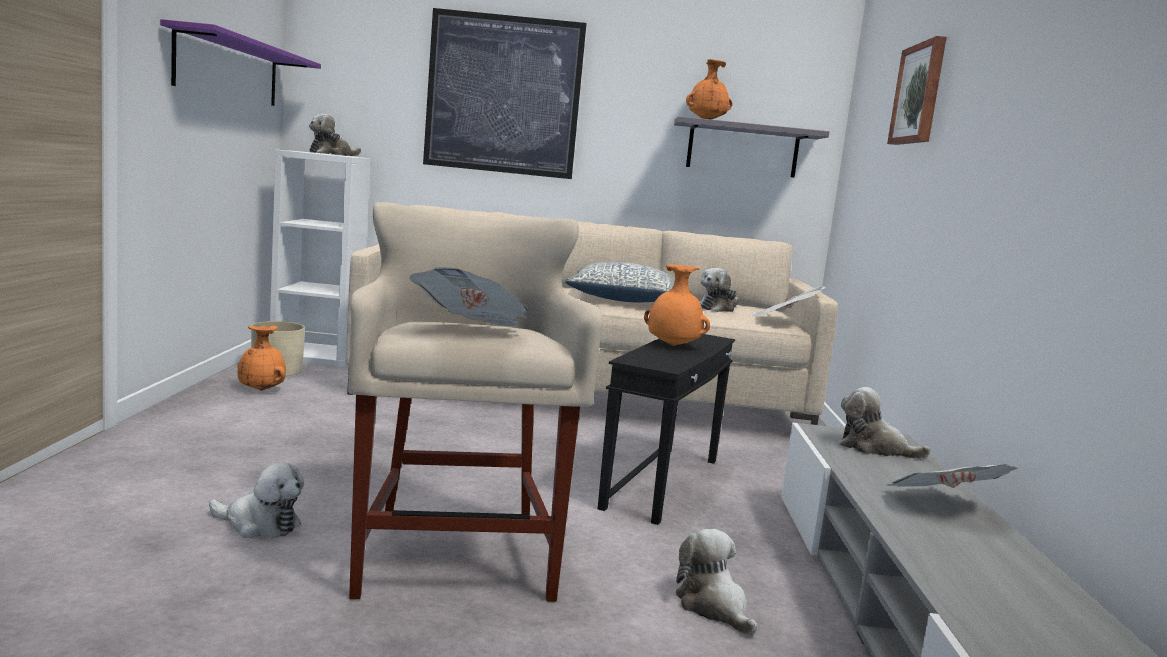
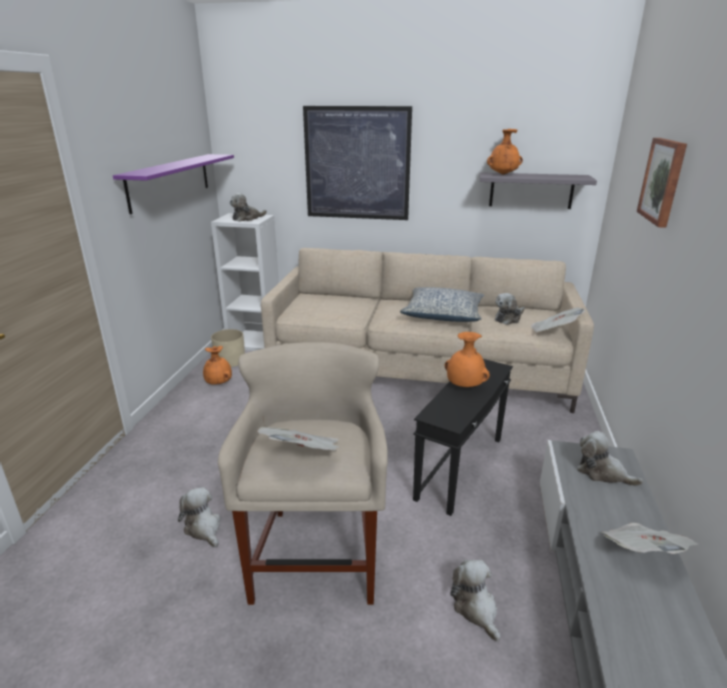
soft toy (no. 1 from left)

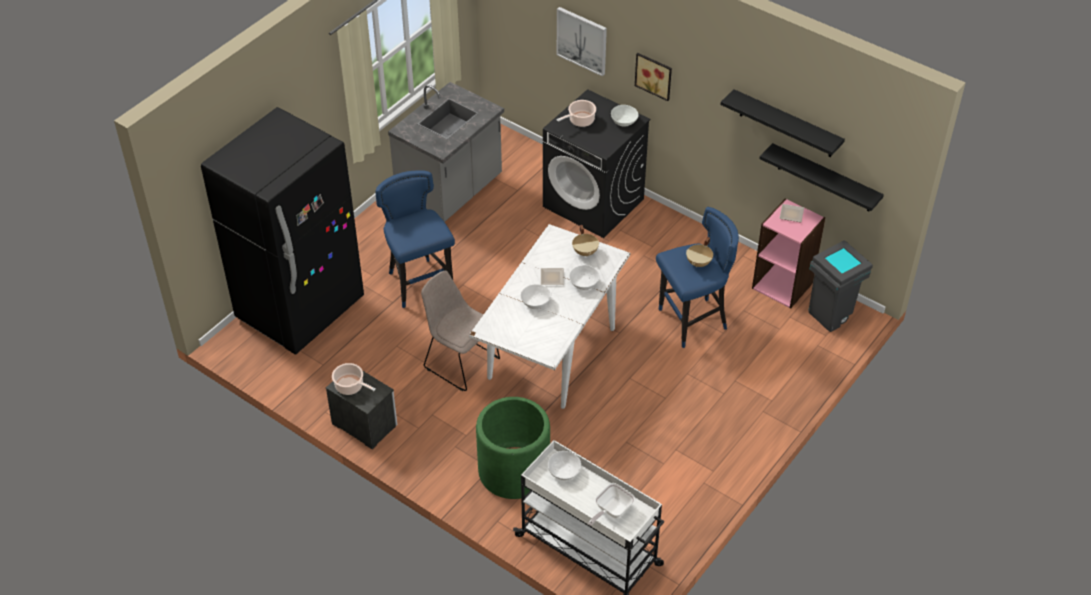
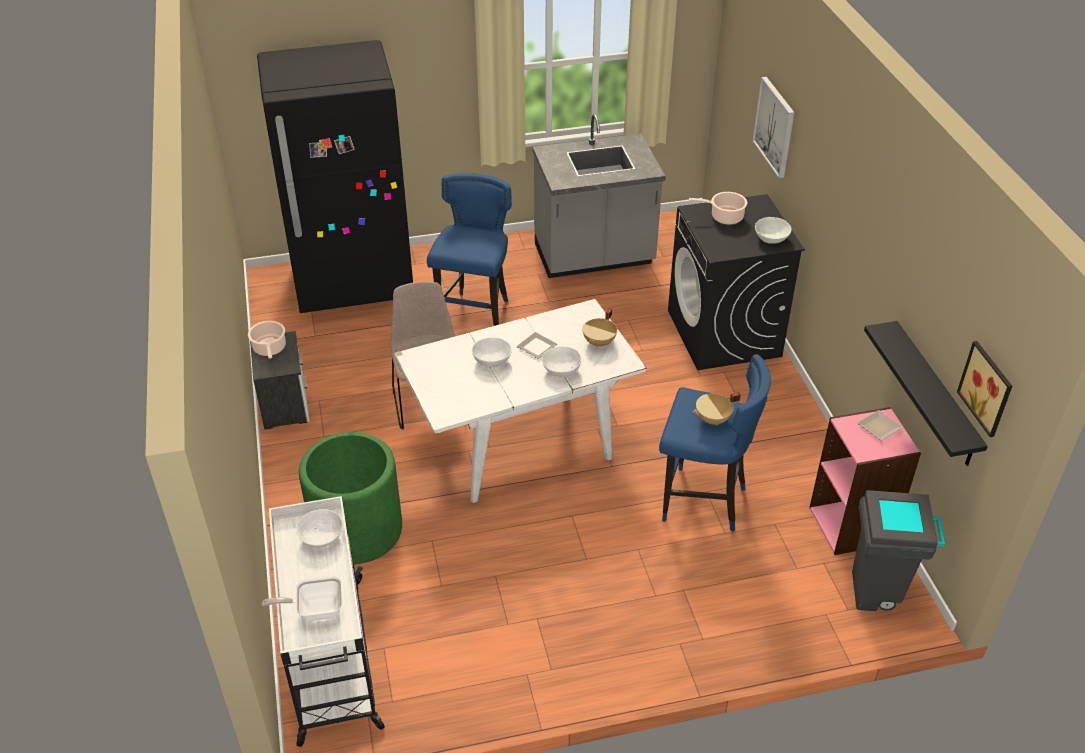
picture (no. 2 from left)
black wall shelf (no. 1 from left in the first image)

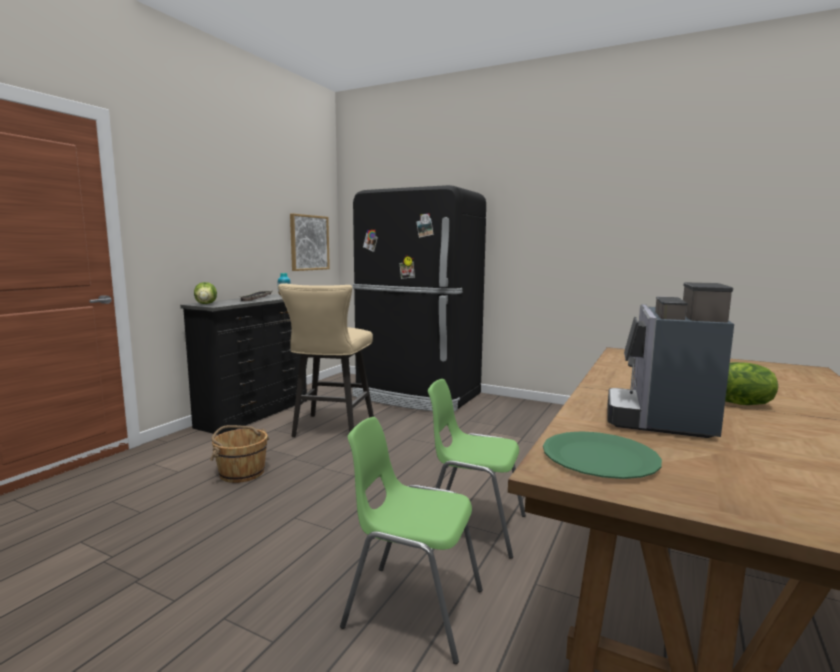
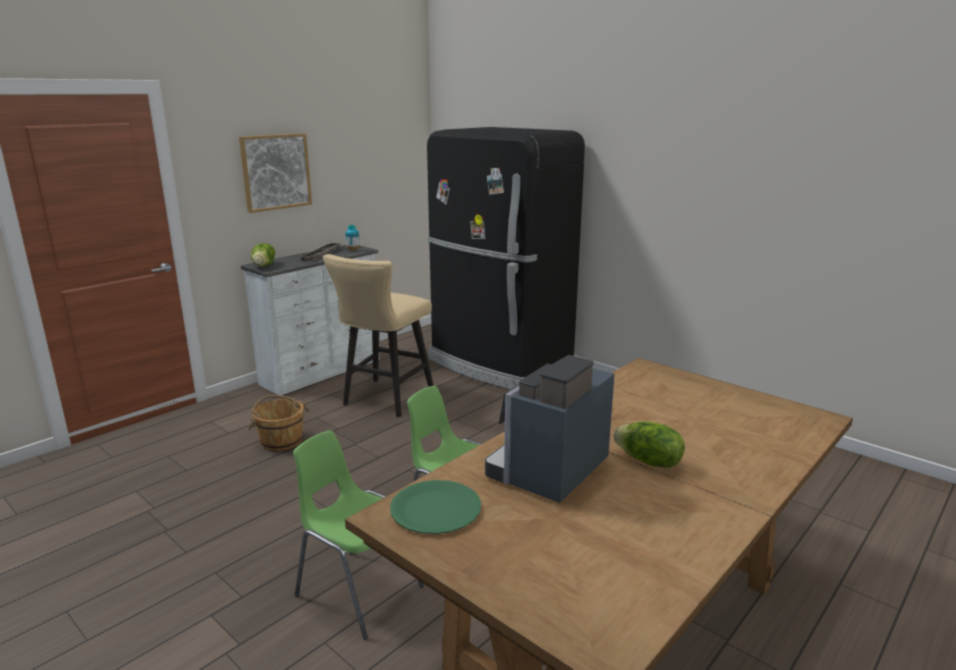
picture
white dresser

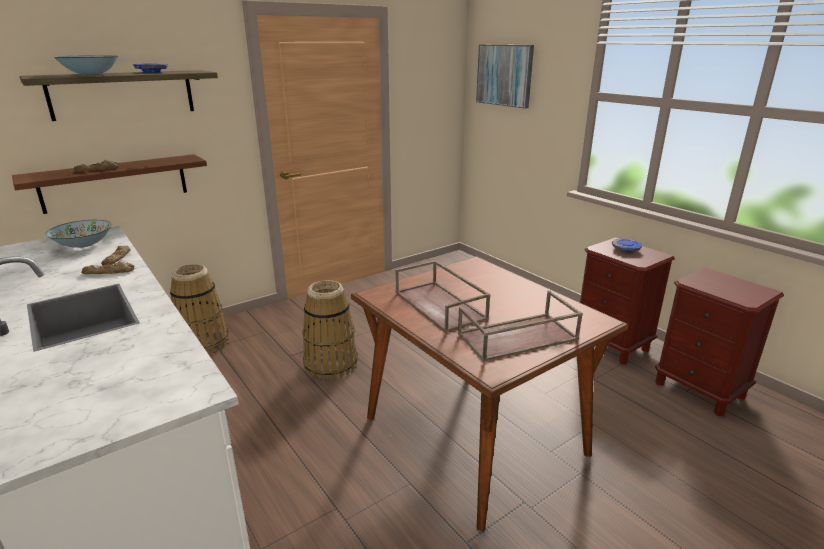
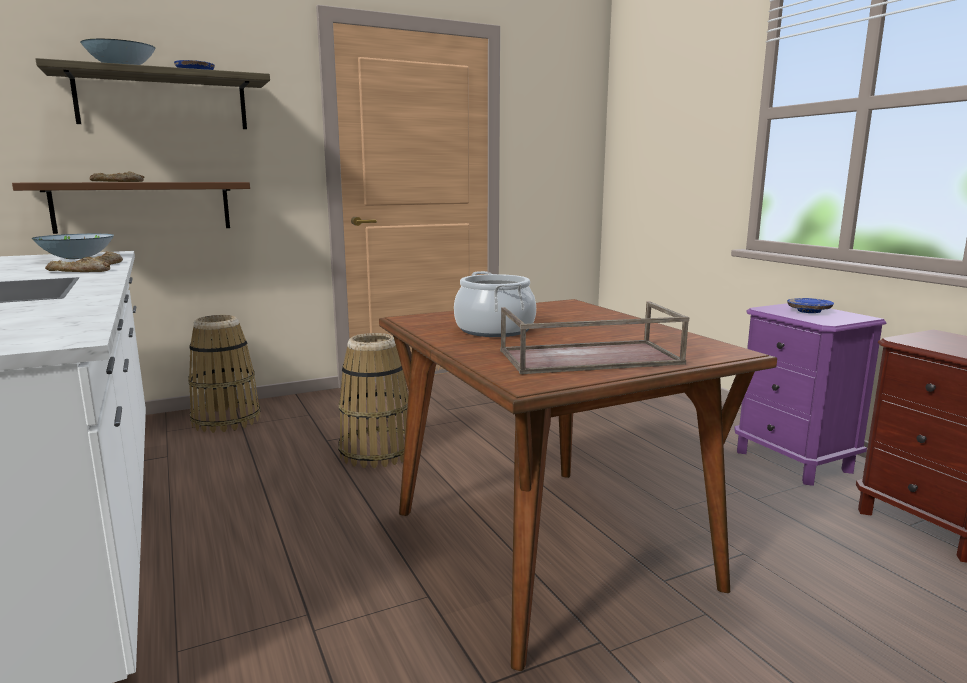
saucepot
purplish bedside table
picture

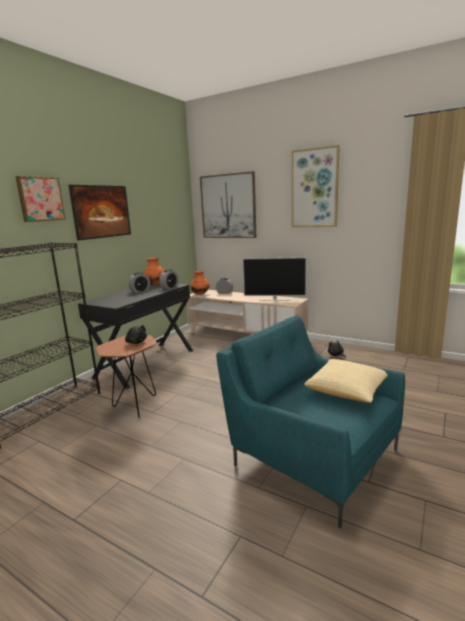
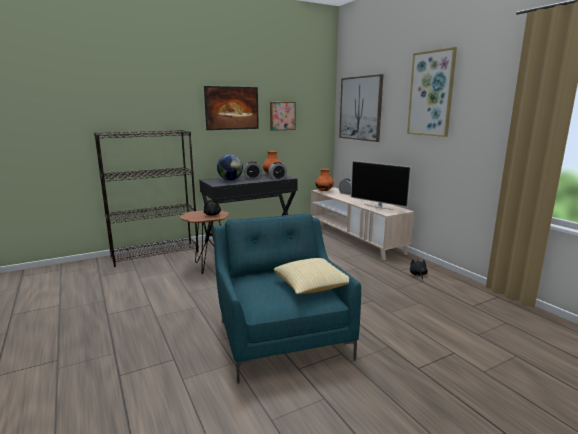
desk globe
picture (no. 2 from left)

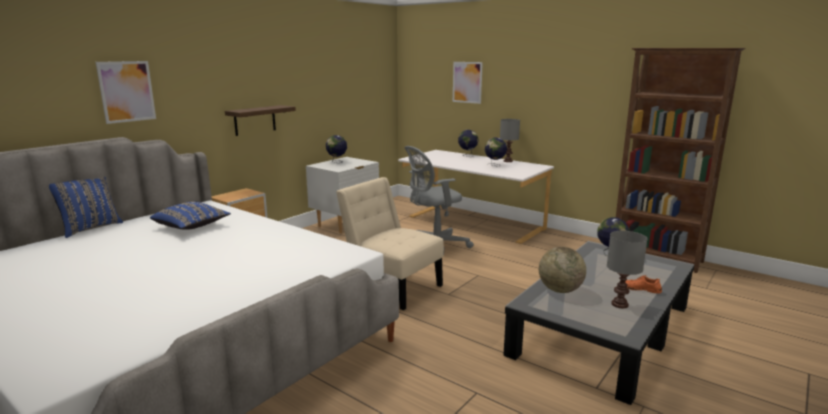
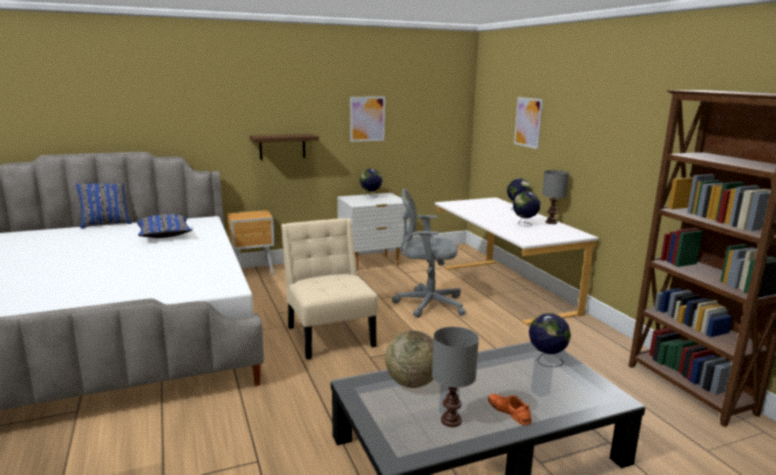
picture (no. 1 from left)

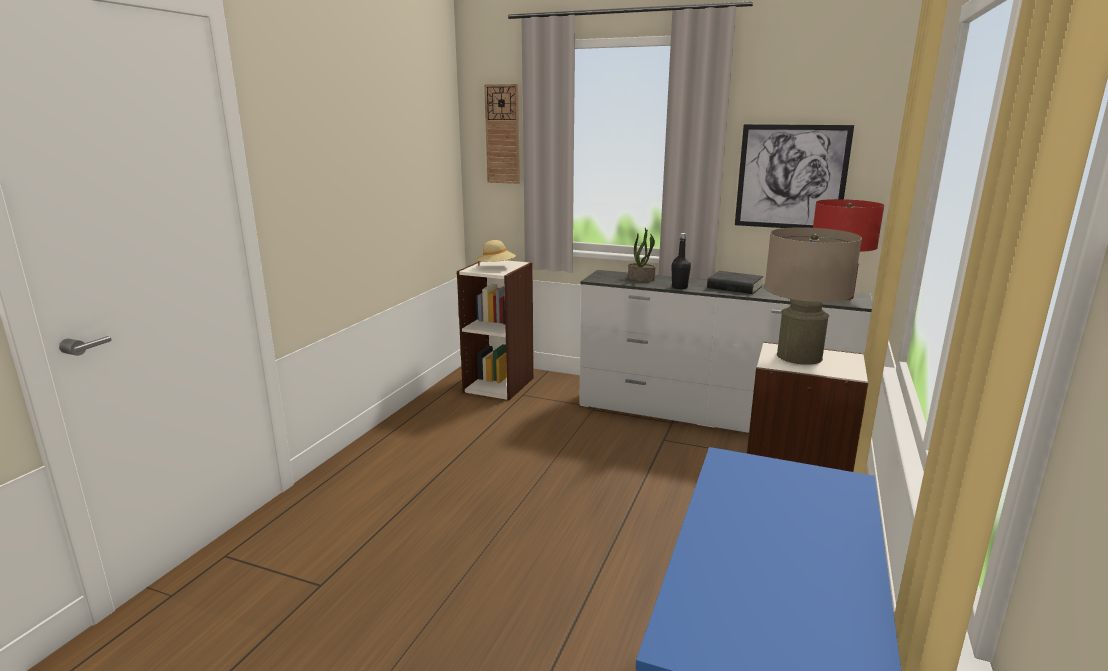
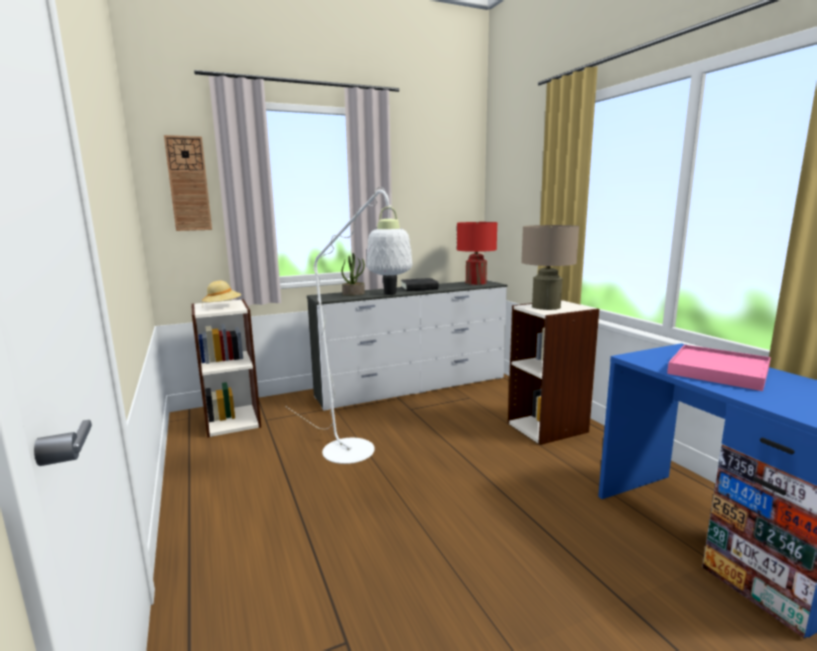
white standing lamp
pink-coloured carrying tray
picture

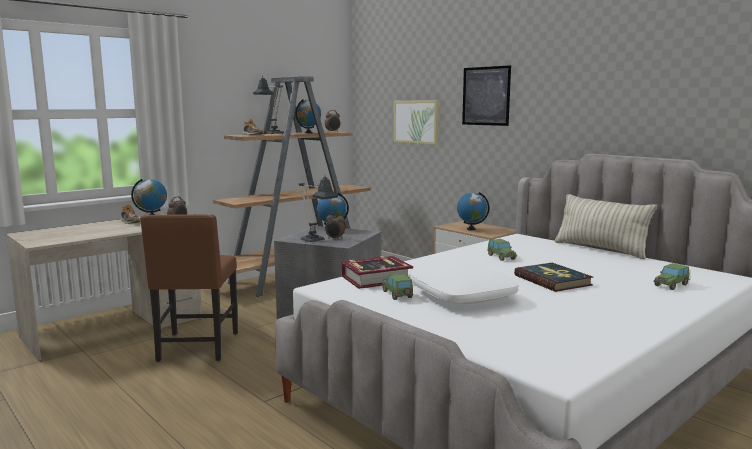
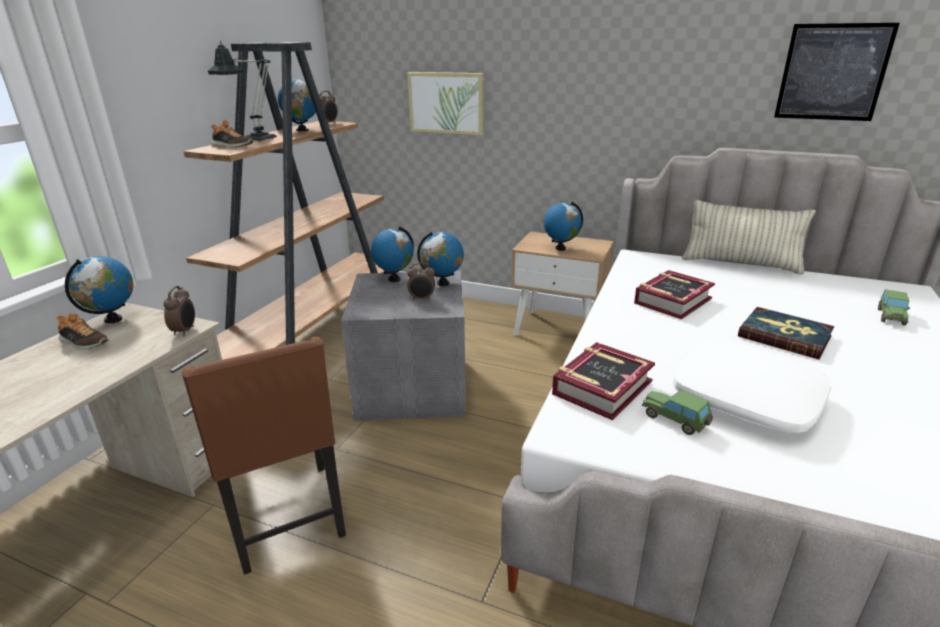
desk globe (no. 4 from left)
bound book (no. 2 from left)
picture (no. 2 from left)
lamp for a table (no. 2 from left in the first image)

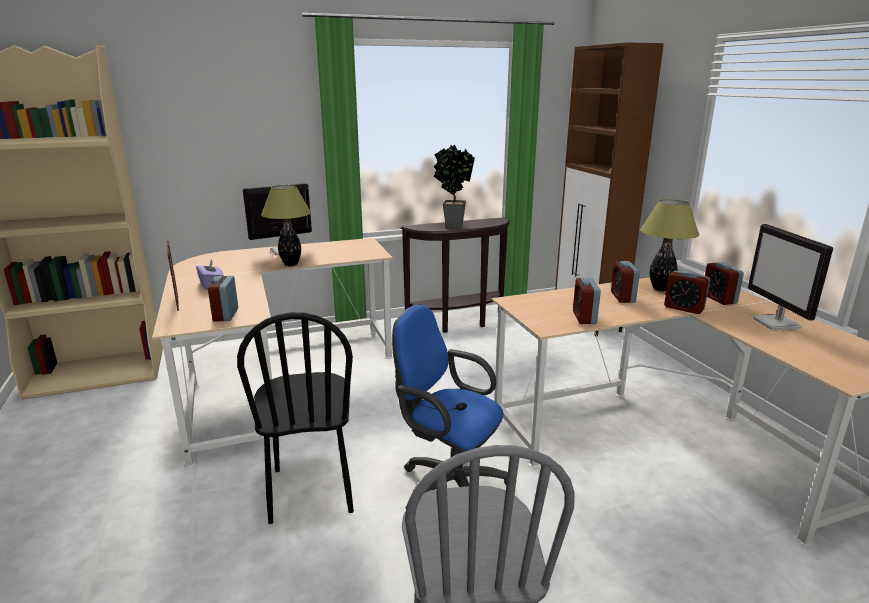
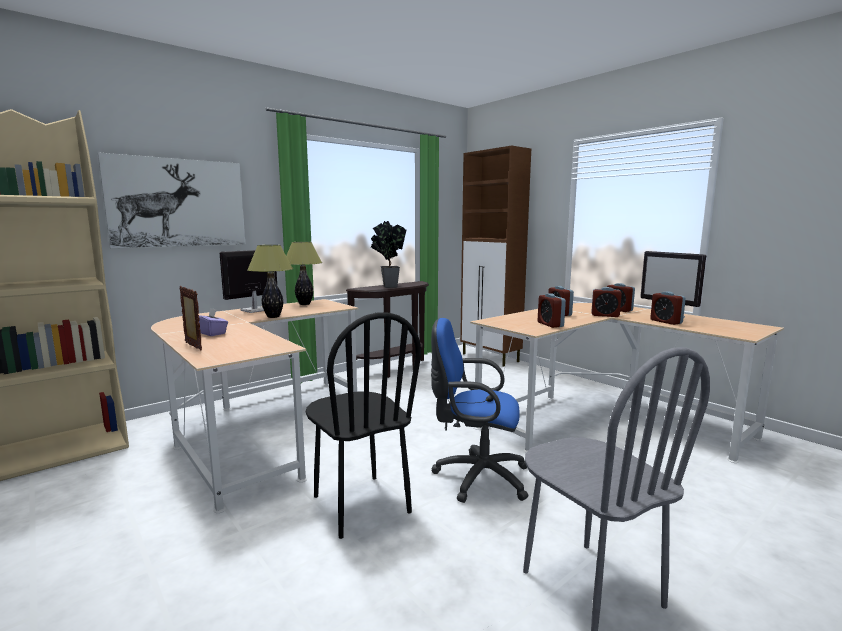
picture
lamp for a table (no. 2 from left)
table clock (no. 5 from left)

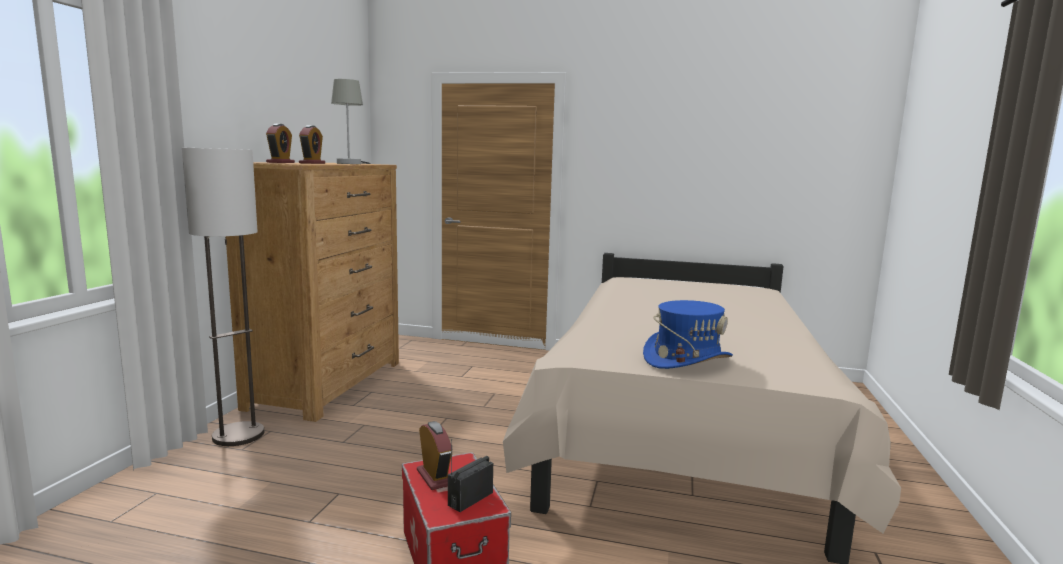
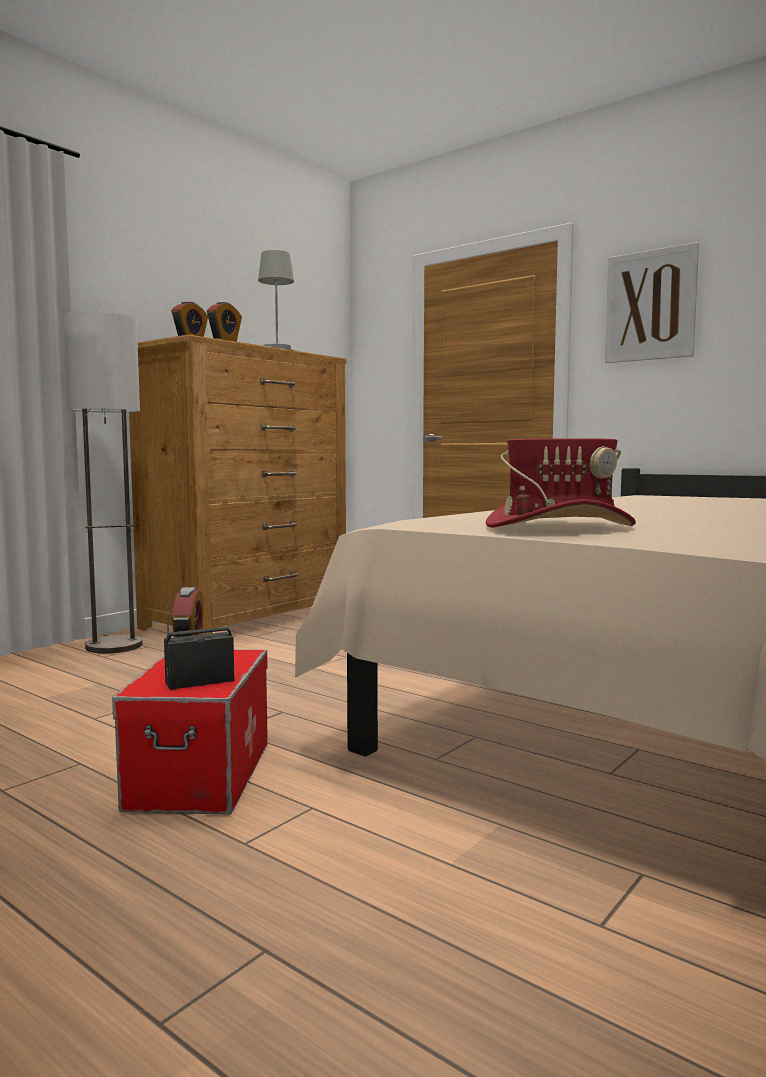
red-coloured clothing hat
picture

